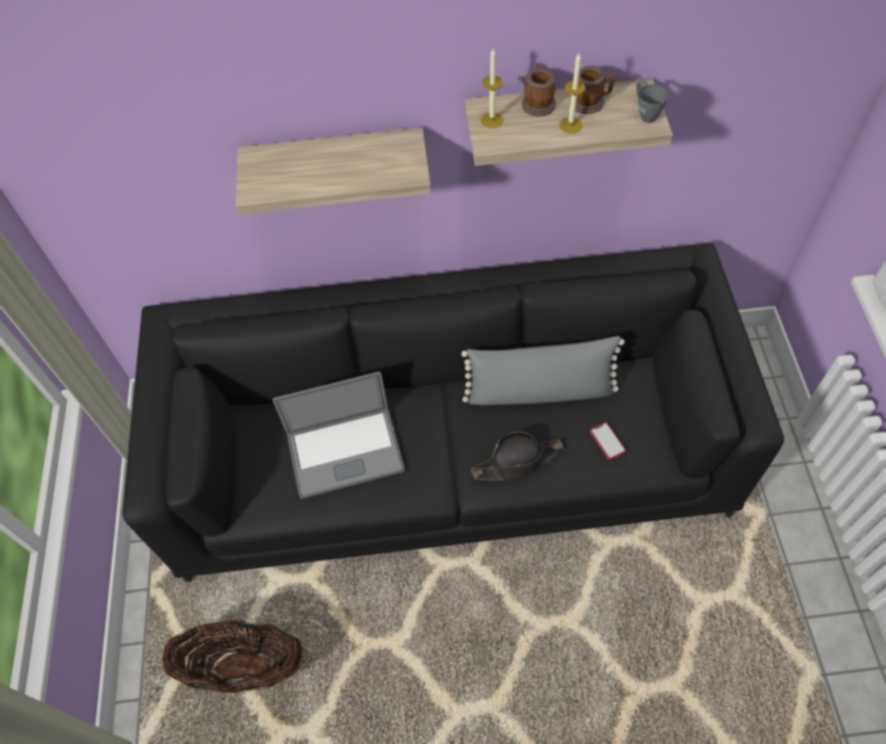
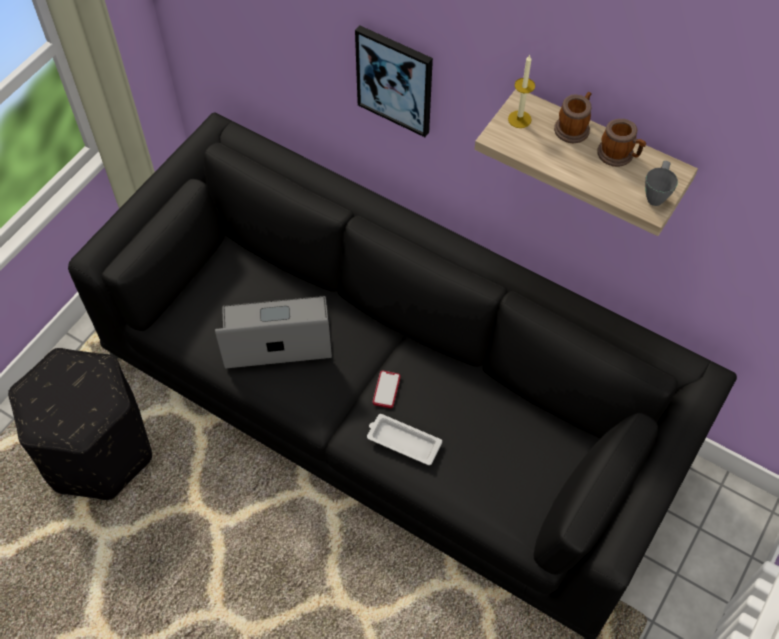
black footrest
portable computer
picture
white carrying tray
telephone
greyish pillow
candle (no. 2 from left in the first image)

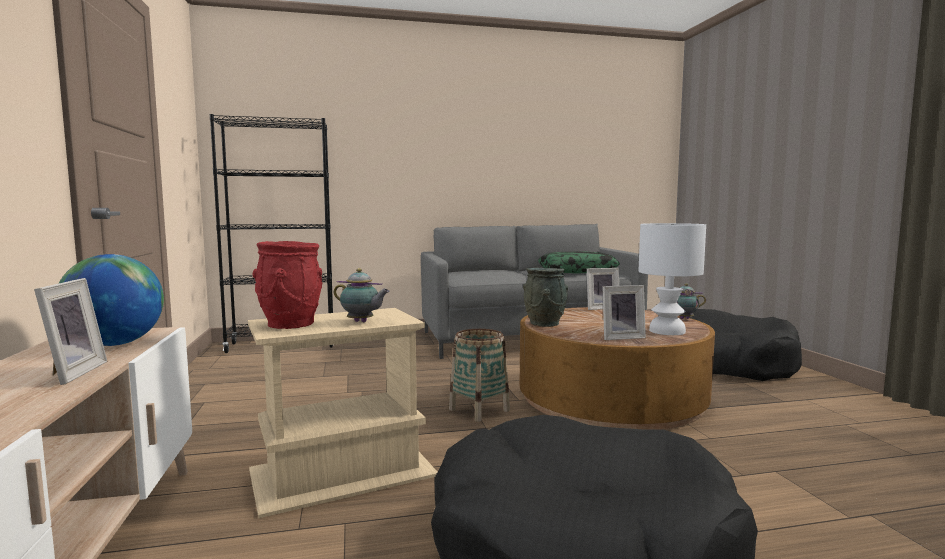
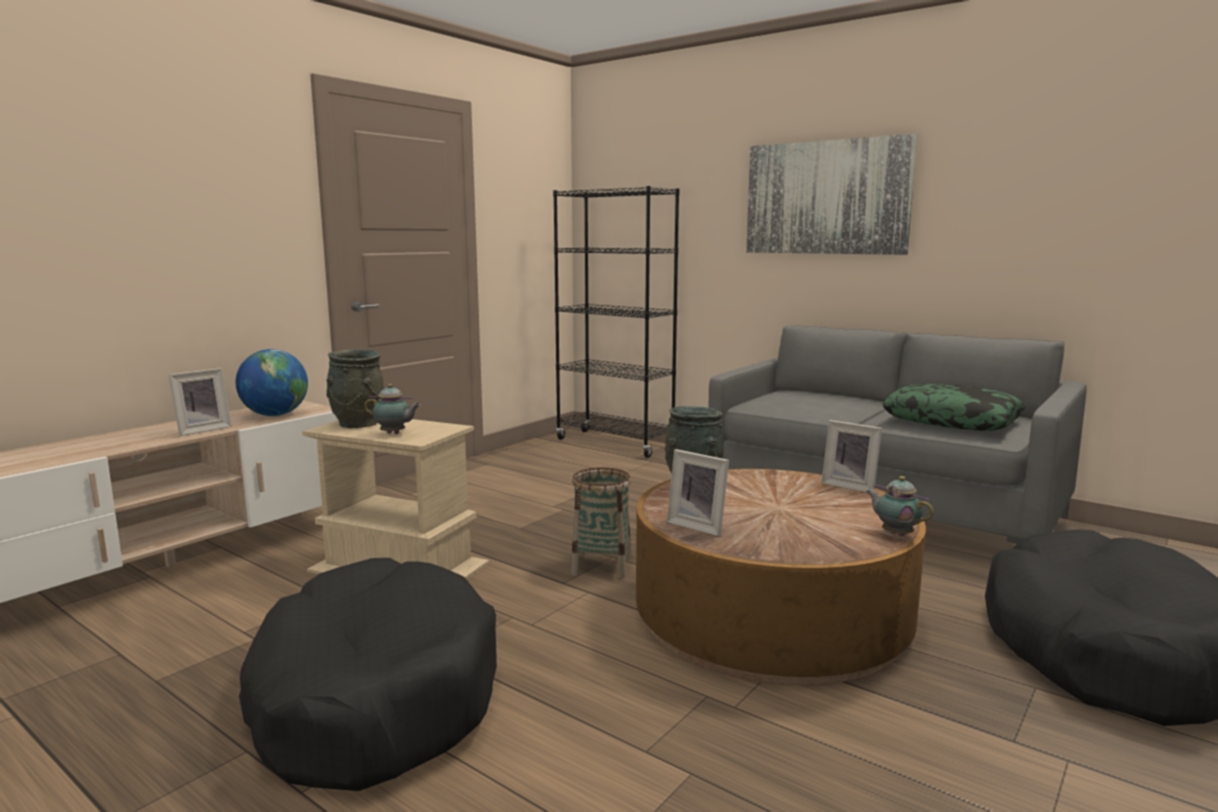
greyish vase (no. 1 from left)
tea pot (no. 1 from left)
picture
white lamp for a table

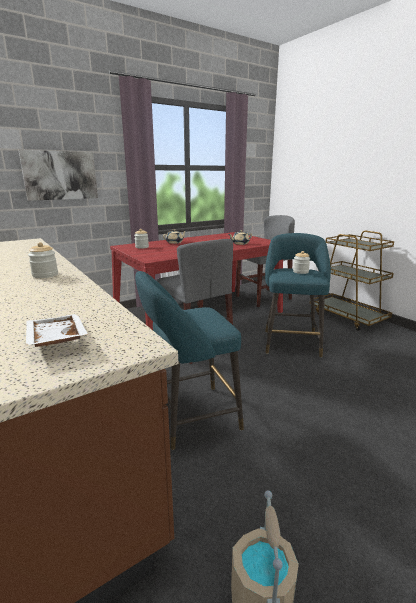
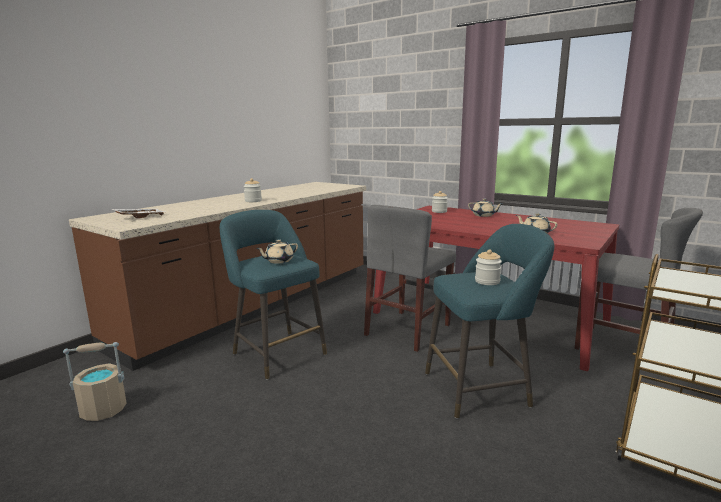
beige tea pot (no. 1 from left)
picture

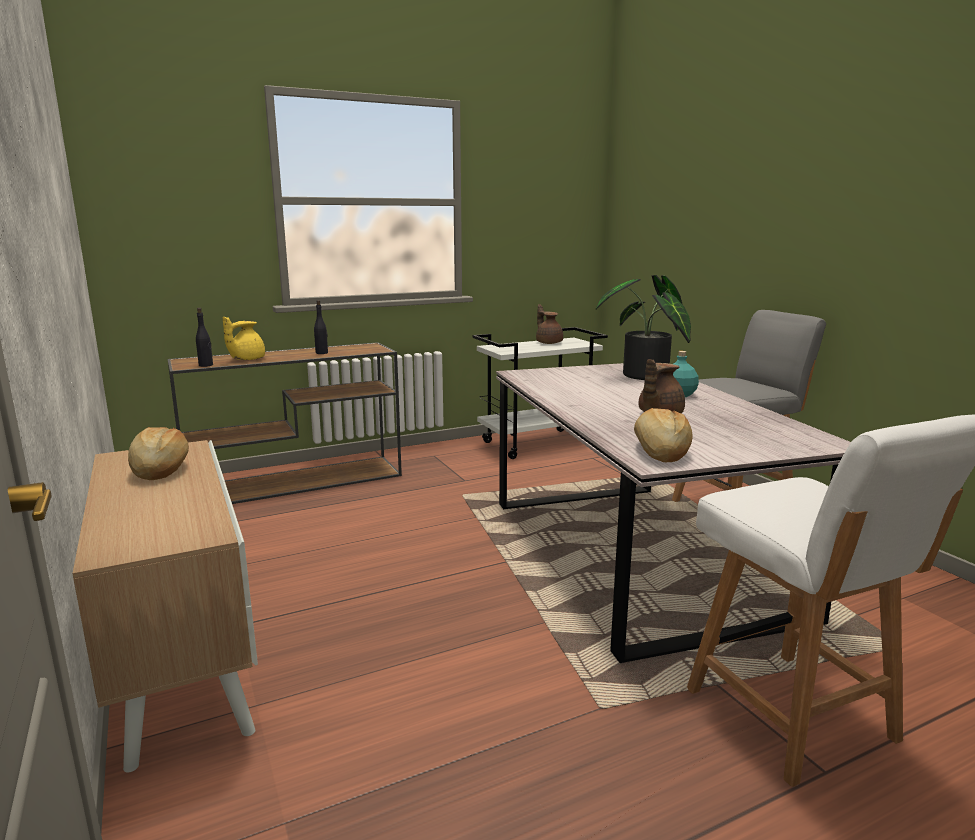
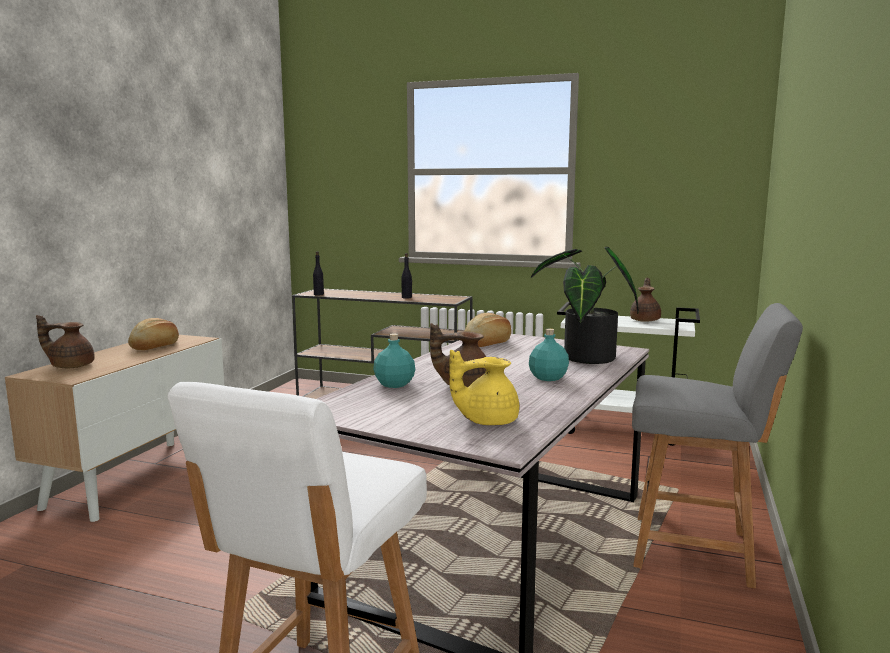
brownish tea pot (no. 1 from left)
turquoise drink bottle (no. 1 from left)
yellow-coloured tea pot
bakery bread (no. 2 from left)

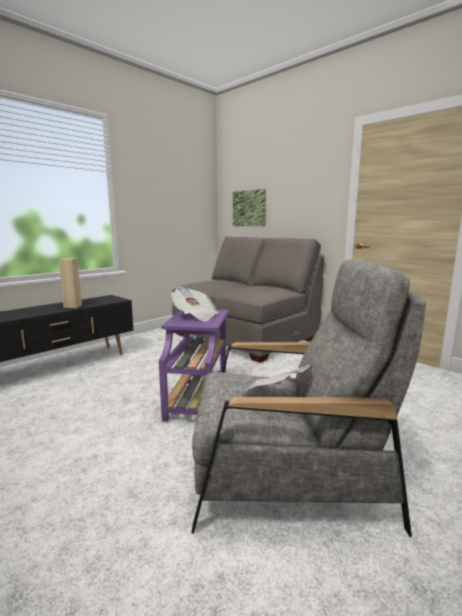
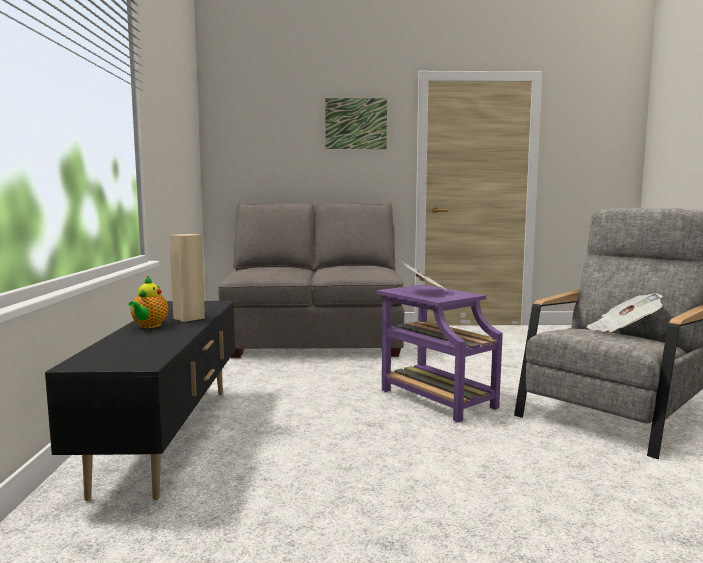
tea pot
picture

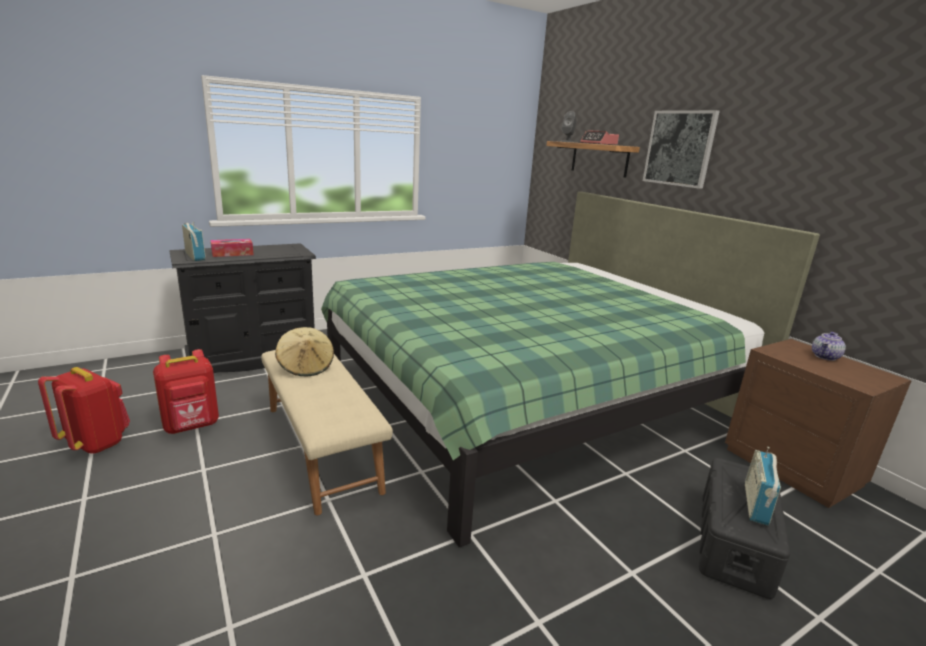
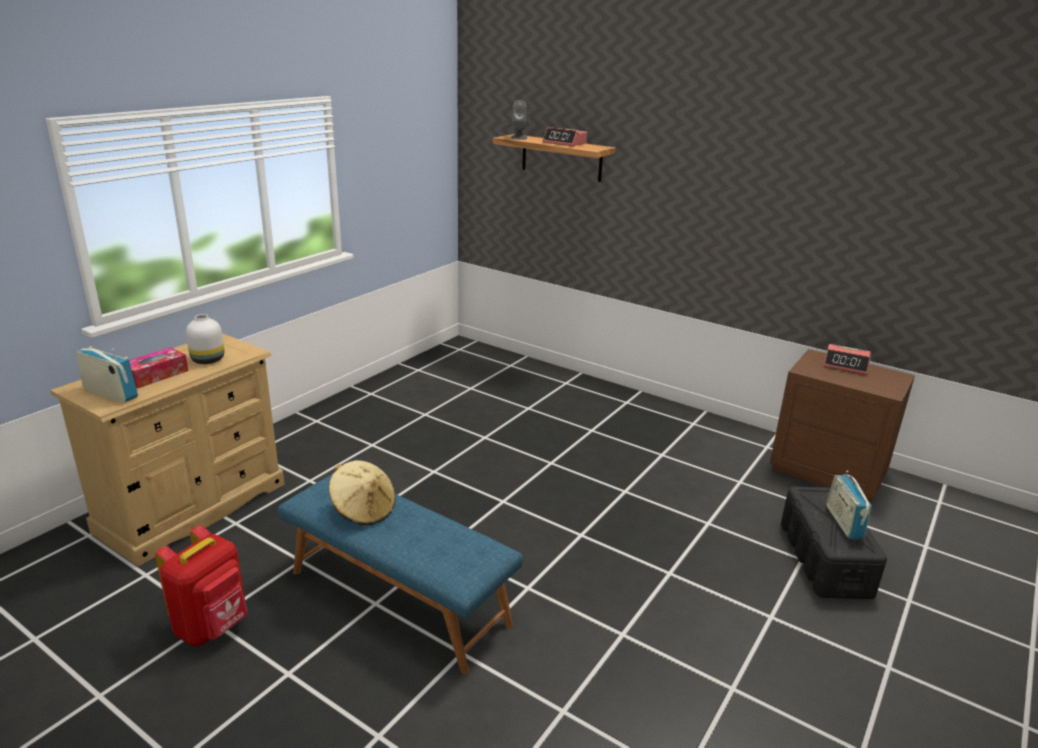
beige dresser
white vase
blue-coloured indoor bench
table clock (no. 2 from left)
red-coloured knapsack (no. 1 from left in the first image)
greenish bed
picture

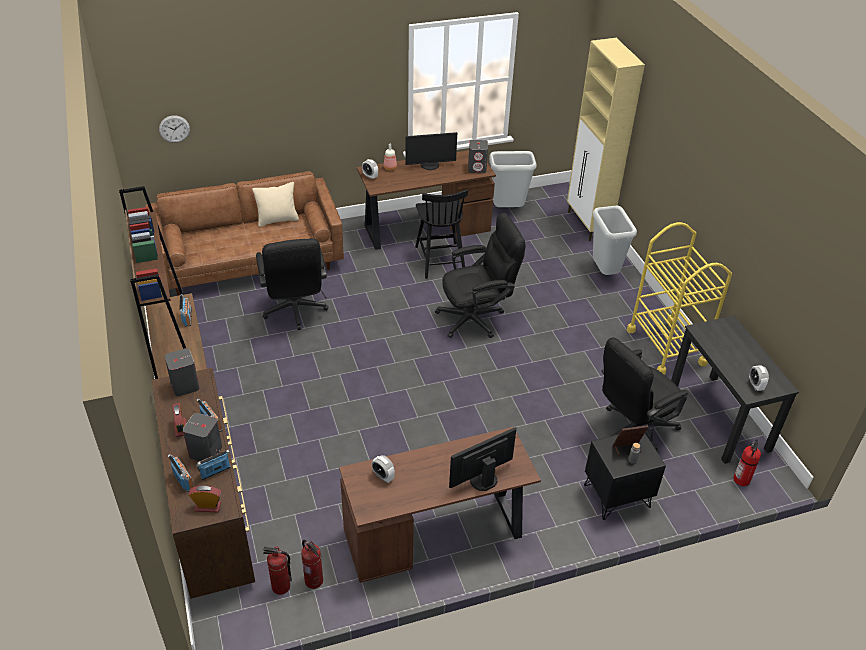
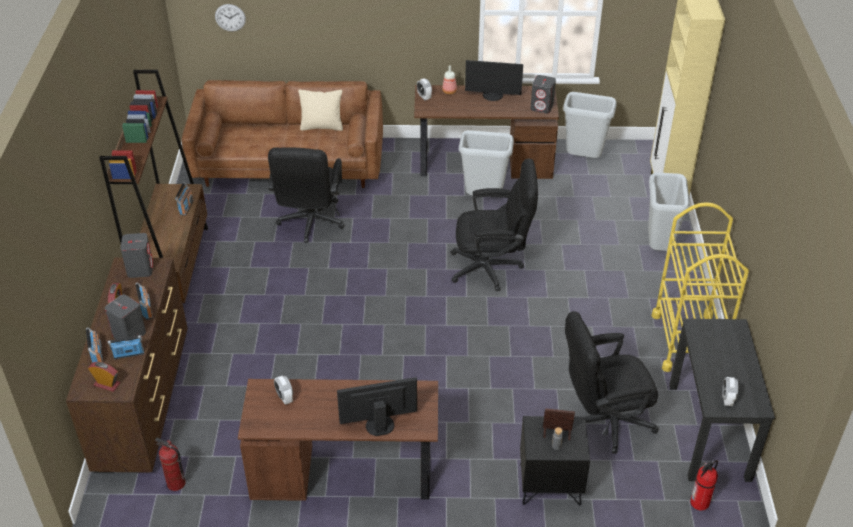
greyish waste bin (no. 1 from left)
fire-fighting cylinder (no. 2 from left in the first image)

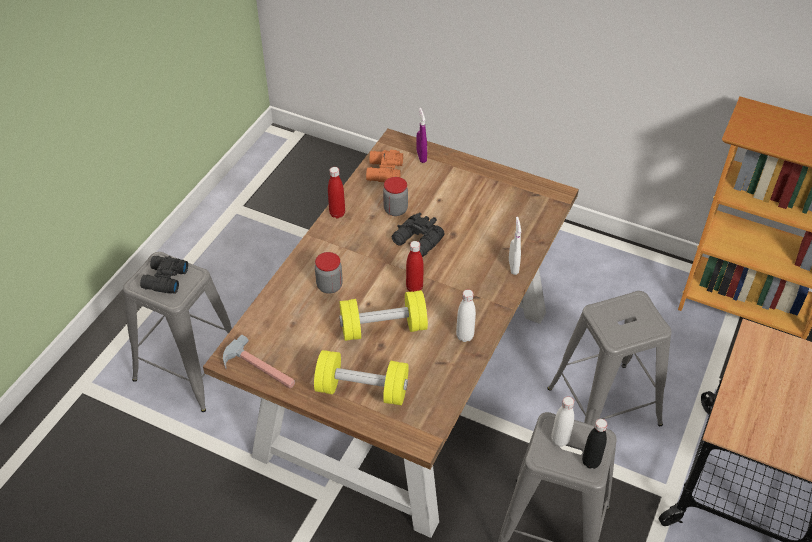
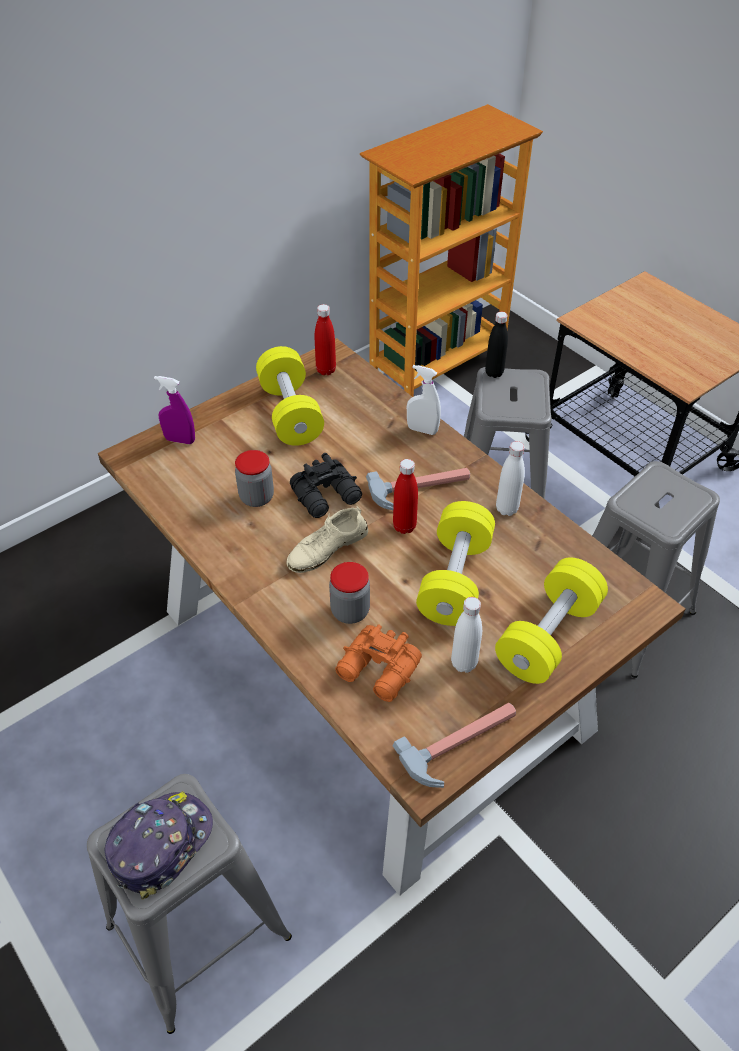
cap
yellow-coloured hand weight (no. 1 from left)
beige low shoe
red-coloured drink bottle (no. 1 from left)
orangey field glasses
hand hammer (no. 1 from left)
white drink bottle (no. 1 from left)
black drink bottle

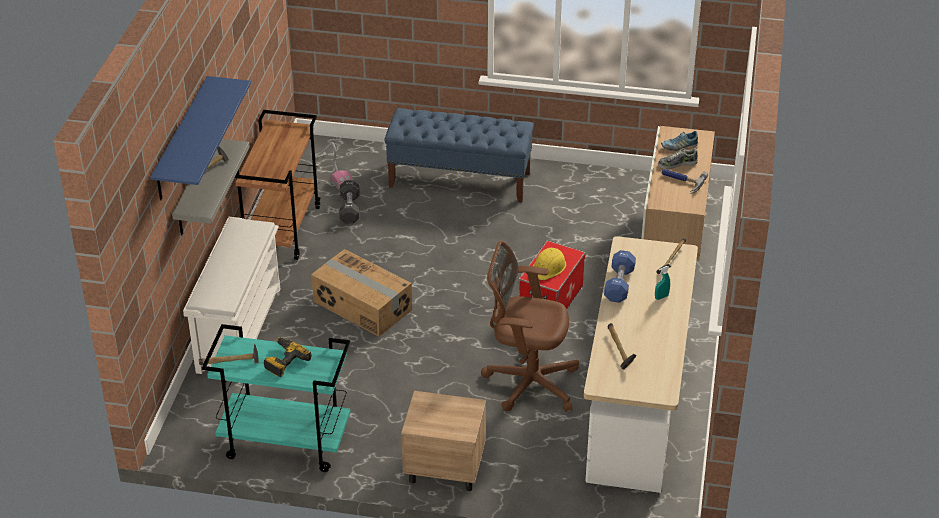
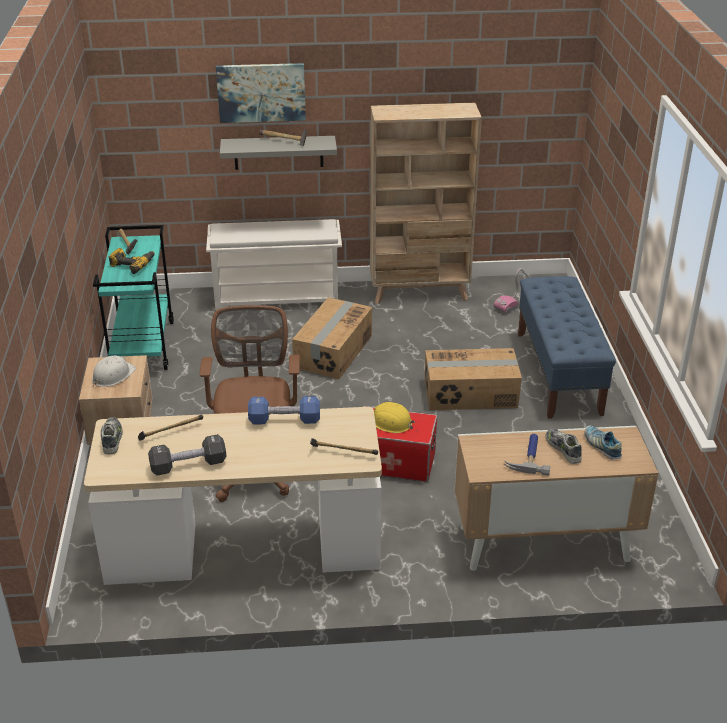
white hard hat
low shoe (no. 1 from left)
black hand weight
picture
beige shelving unit
cardboard box (no. 2 from left)
turquoise spray bottle

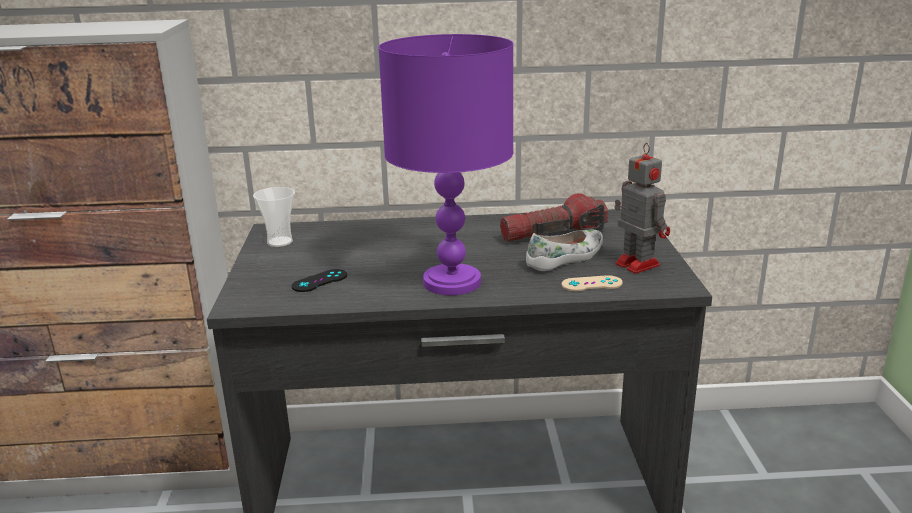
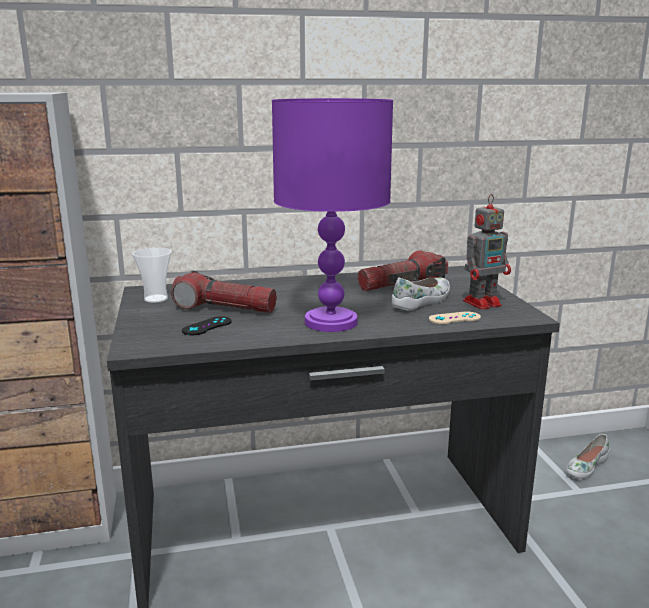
flashlight (no. 1 from left)
robot figure
white low shoe (no. 2 from left)

